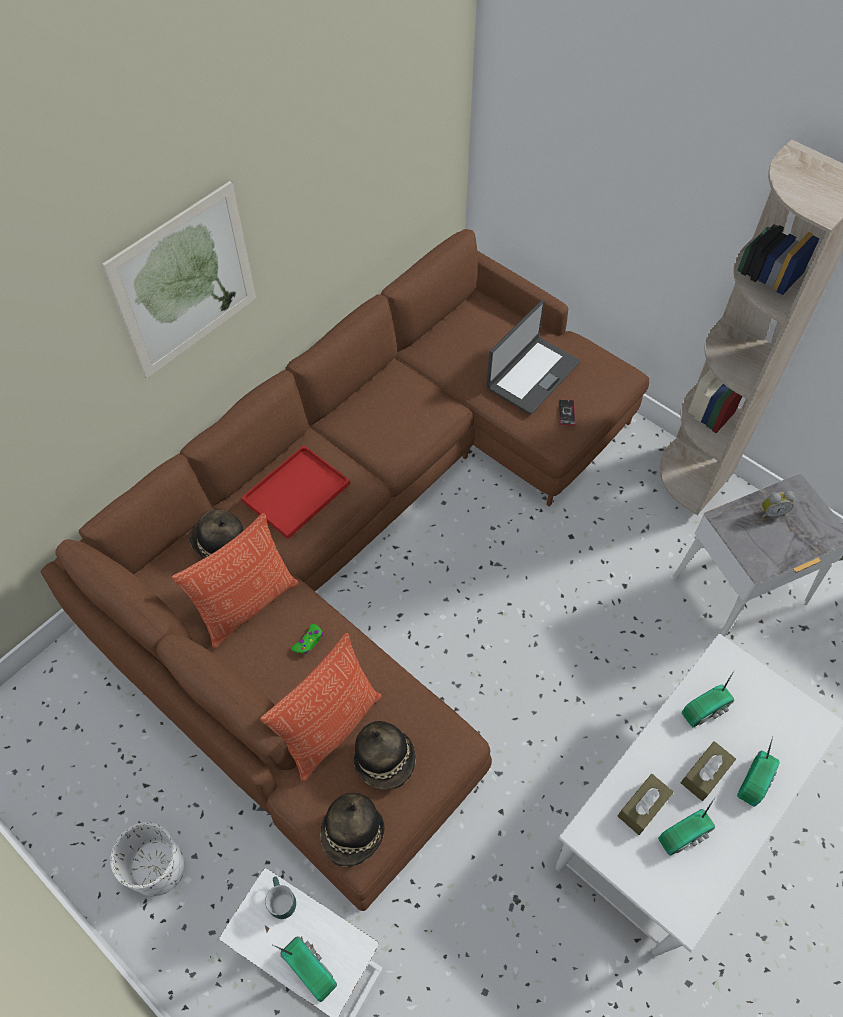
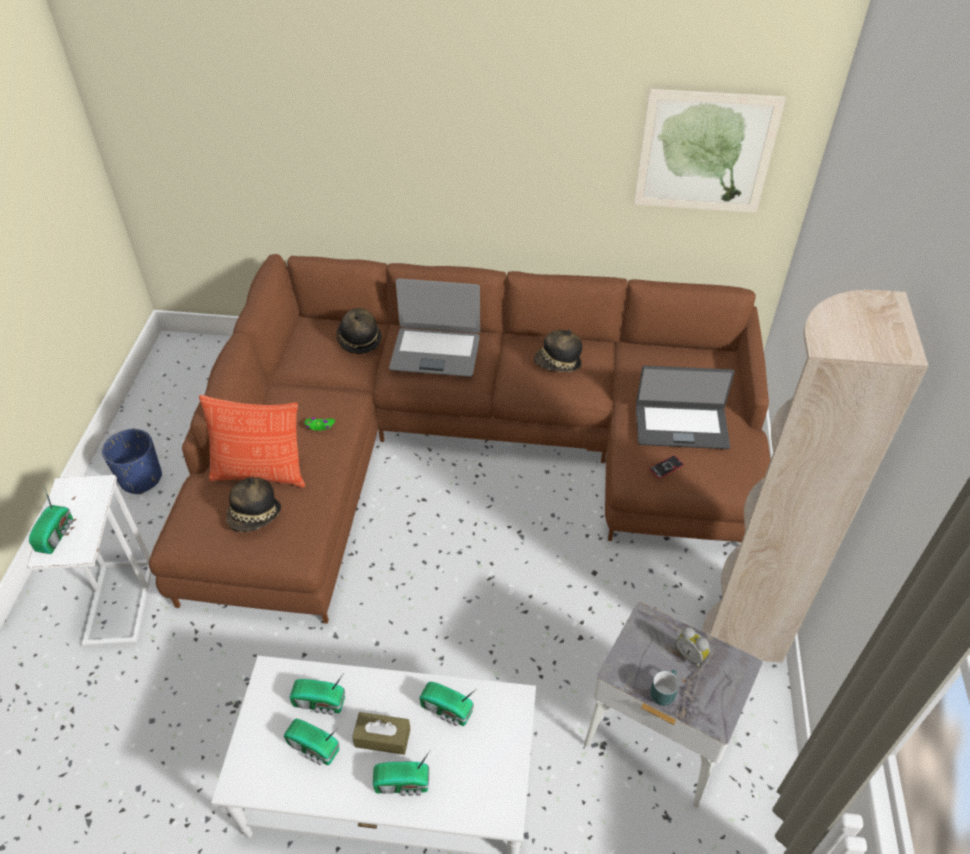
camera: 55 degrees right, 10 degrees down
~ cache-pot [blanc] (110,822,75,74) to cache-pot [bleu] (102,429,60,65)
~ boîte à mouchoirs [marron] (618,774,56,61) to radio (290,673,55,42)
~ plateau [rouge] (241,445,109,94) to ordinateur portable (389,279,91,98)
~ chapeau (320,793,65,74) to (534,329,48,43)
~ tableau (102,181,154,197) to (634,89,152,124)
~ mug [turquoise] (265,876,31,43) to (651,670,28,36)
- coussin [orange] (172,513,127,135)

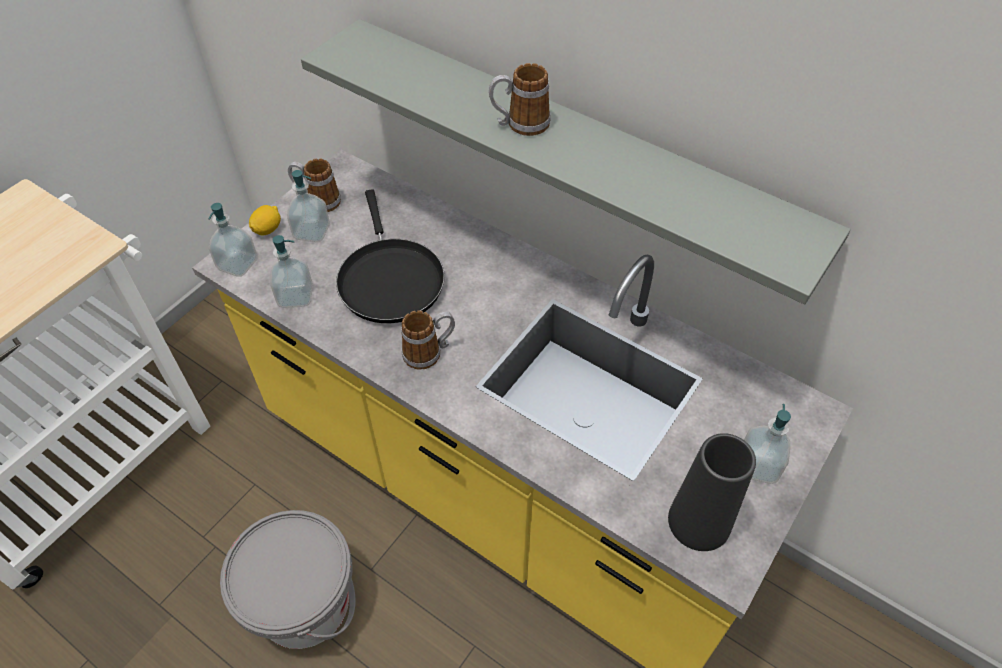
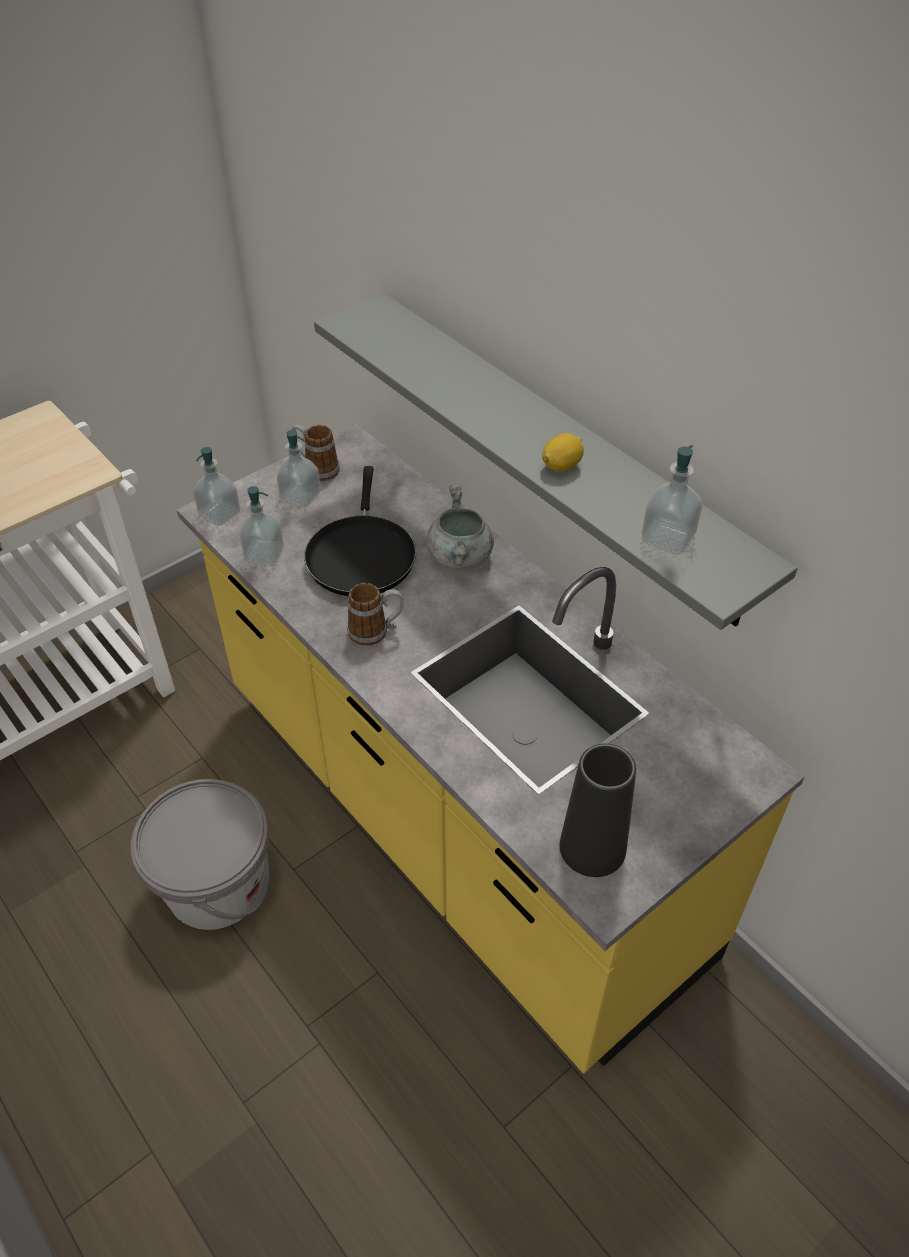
camera: 15 degrees right, 5 degrees down
+ marmite [gris] (427,485,67,84)
~ citron (249,205,32,30) to (542,433,42,39)
~ distributeur de savon (744,404,47,80) to (642,445,60,109)
- mug (489,63,62,73)

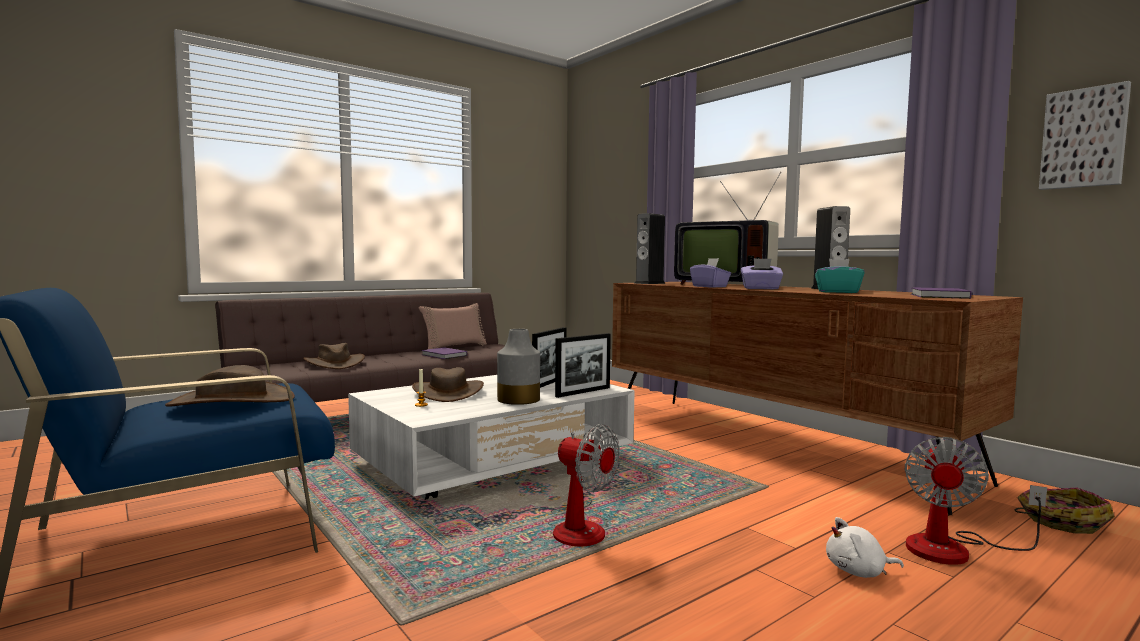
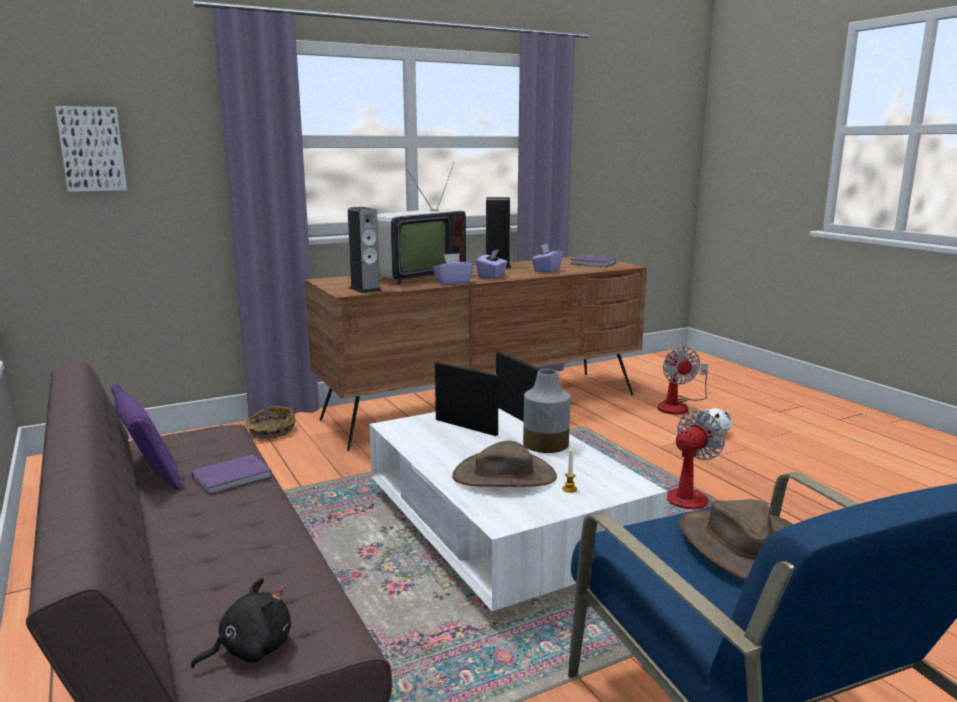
camera: 80 degrees left, 10 degrees up
~ tableau (1039,81,92,109) to (55,106,72,86)
~ coussin [beige] (419,303,68,46) to coussin [violet] (111,384,74,106)
+ peluche [noir] (191,578,100,91)
~ panier (1015,488,100,46) to (246,406,50,33)
~ boîte à mouchoirs [turquoise] (815,259,50,34) to boîte à mouchoirs [violet] (532,243,31,30)
~ ventilateur (904,437,143,128) = (657,347,51,68) 45 degrees clockwise
- chapeau [marron] (303,343,62,26)

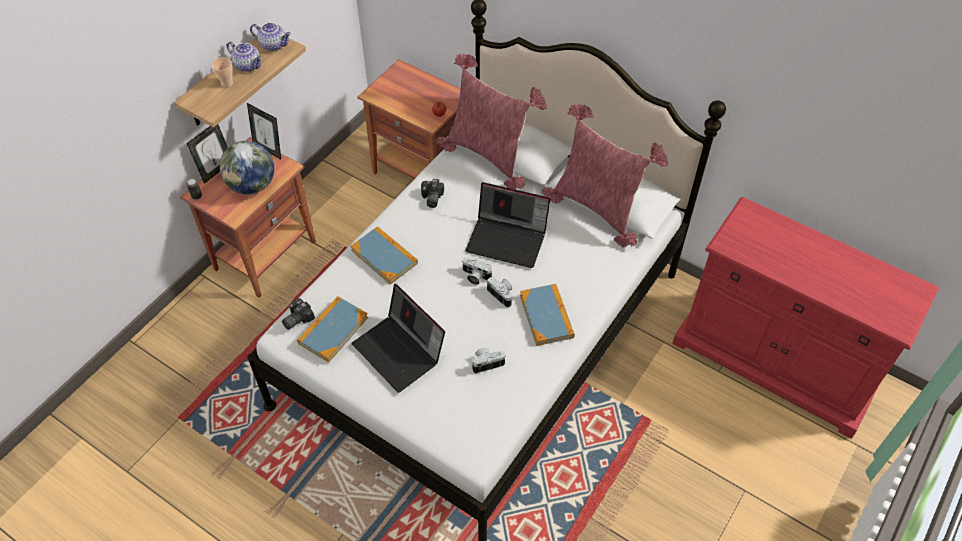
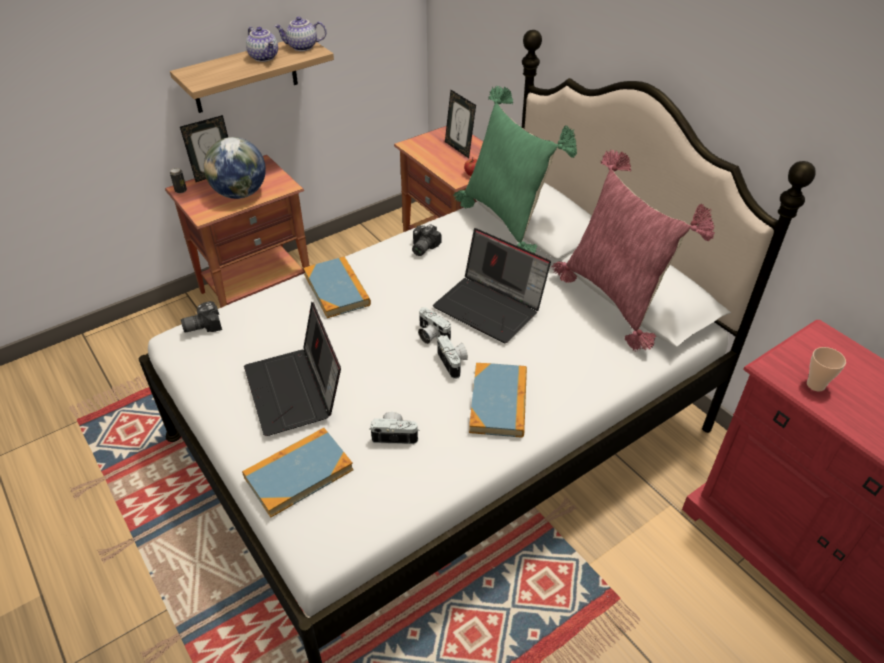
camera: 20 degrees right, 10 degrees down
~ livre (297,296,71,66) to (242,428,112,89)
~ théière (250,22,41,29) = (274,16,53,35) 135 degrees clockwise
~ cadre photo (247,103,34,56) to (445,90,31,68)
~ coussin [rouge] (436,53,111,136) to coussin [vert] (453,86,124,168)
~ tasse (212,57,21,30) to (807,347,39,45)

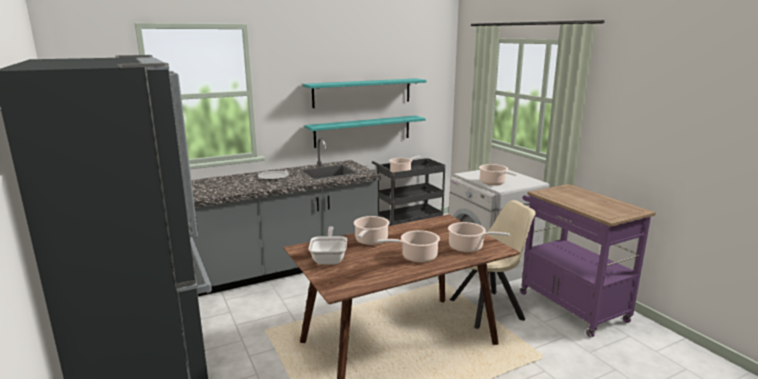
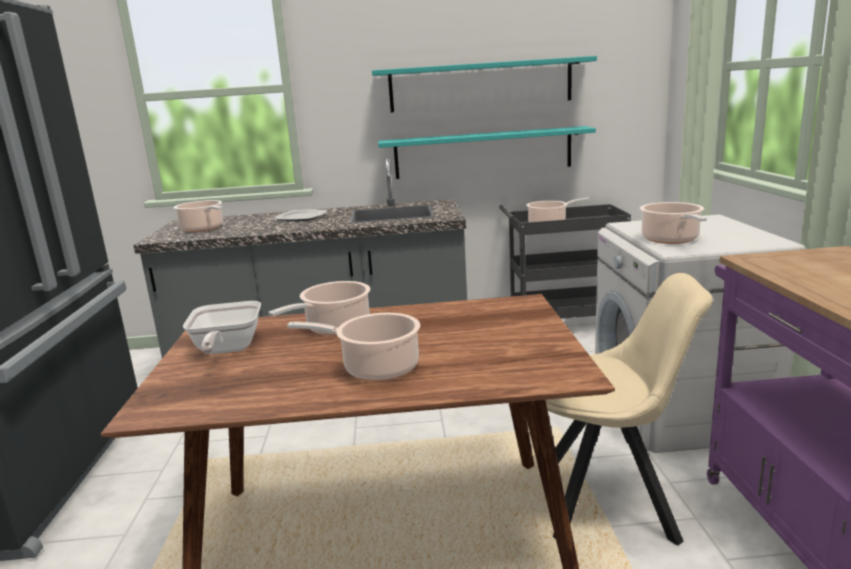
camera: 25 degrees right, 0 degrees up
~ marmite (448,222,62,31) to (173,200,50,32)
~ poêle (309,227,38,38) = (183,301,78,53) 150 degrees clockwise

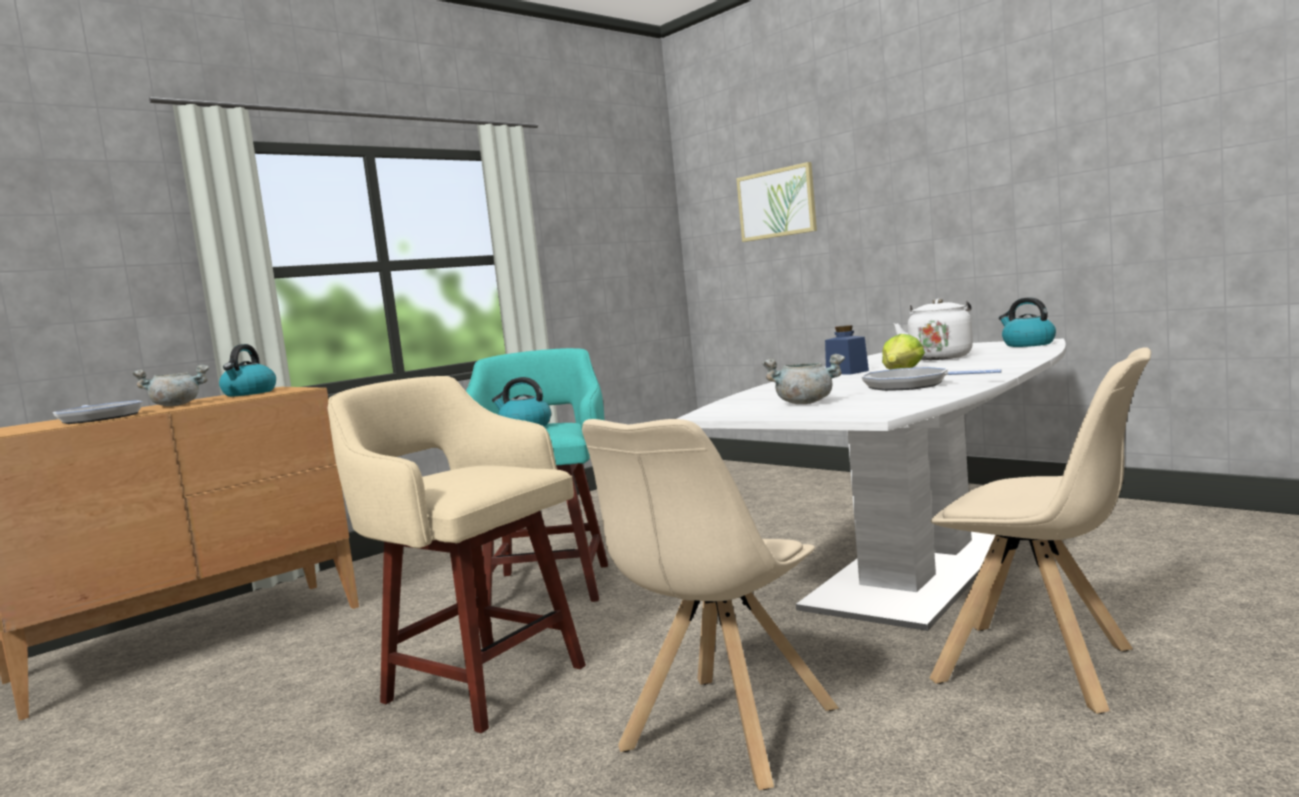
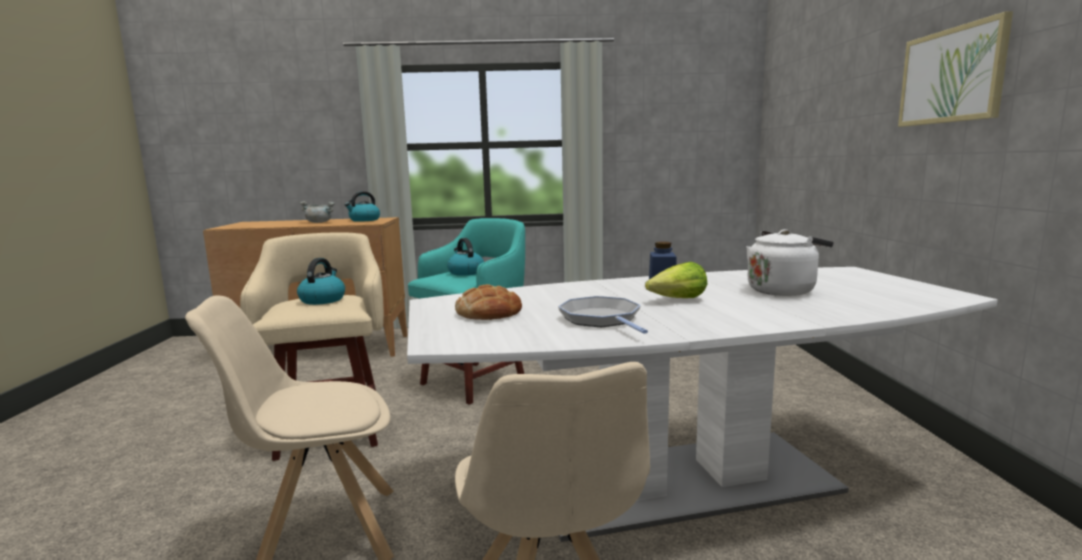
camera: 40 degrees right, 5 degrees up
~ bouilloire (999,297,57,50) to (297,258,48,47)
~ marmite [gris] (762,354,83,50) to pain (455,284,67,36)
~ tableau (736,162,81,80) to (898,11,115,116)
- poêle (53,400,90,24)

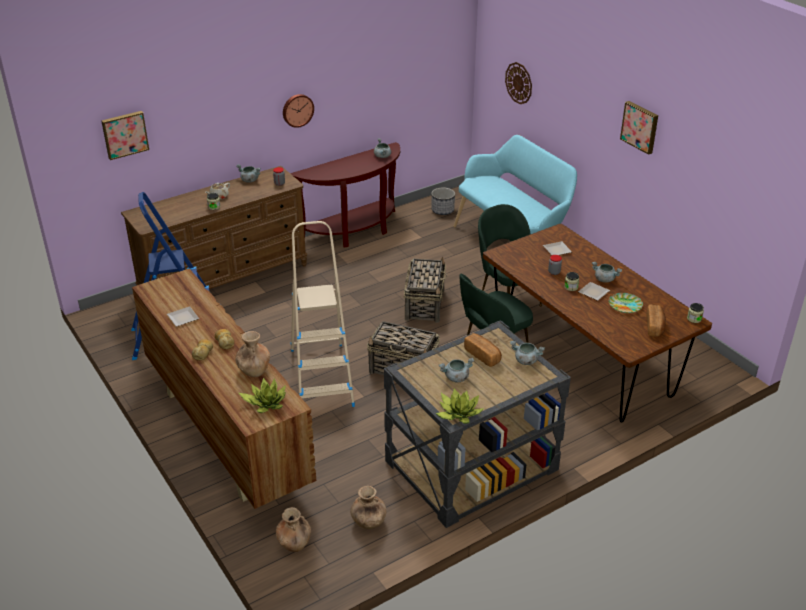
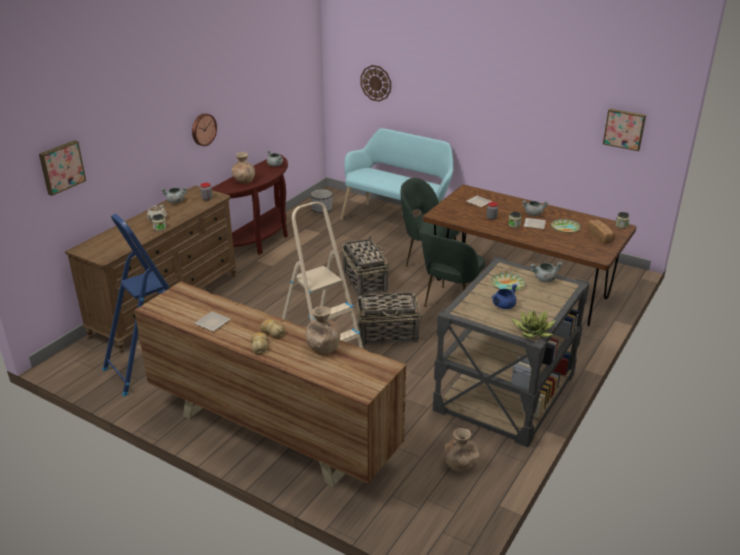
camera: 25 degrees left, 5 degrees down
~ vase [marron] (276,507,35,45) to (232,152,23,32)
~ pain (464,333,38,34) to assiette (491,273,35,18)
~ marmite [gris] (439,358,35,24) to marmite [bleu] (491,284,26,25)
~ tableau (620,101,38,54) to (603,109,43,42)
- plante en pot (239,378,47,35)

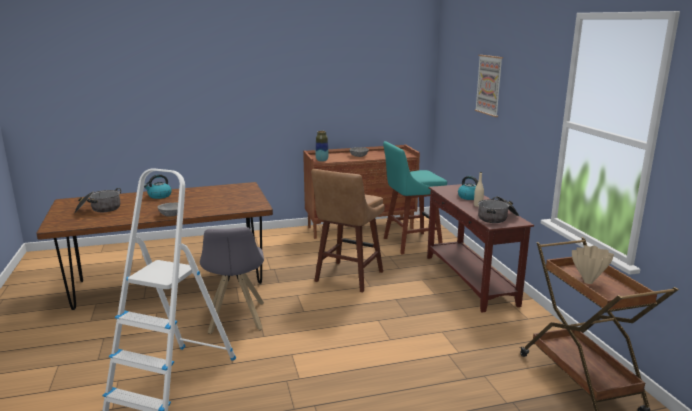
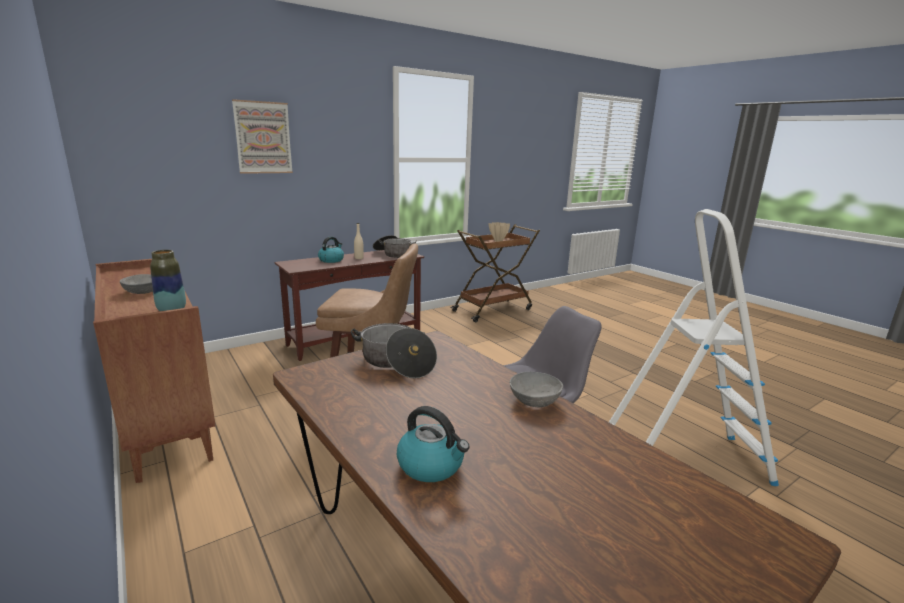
camera: 110 degrees left, 0 degrees up
~ marmite (75,188,46,25) to (351,323,86,55)
- tabouret [turquoise] (383,141,64,114)

